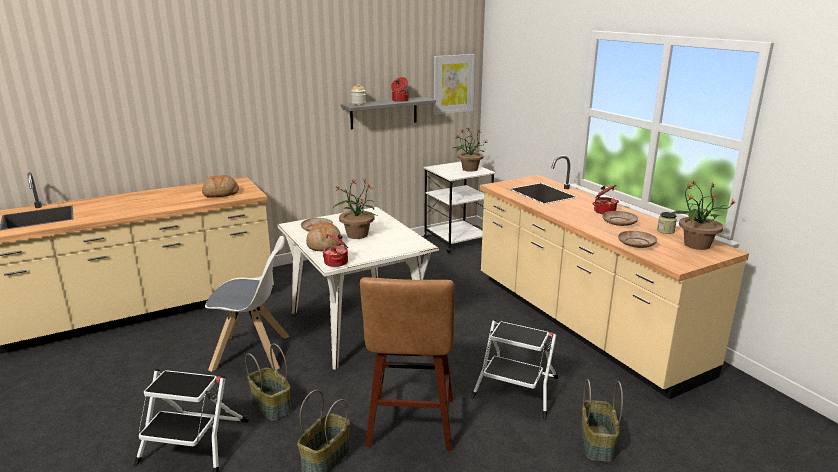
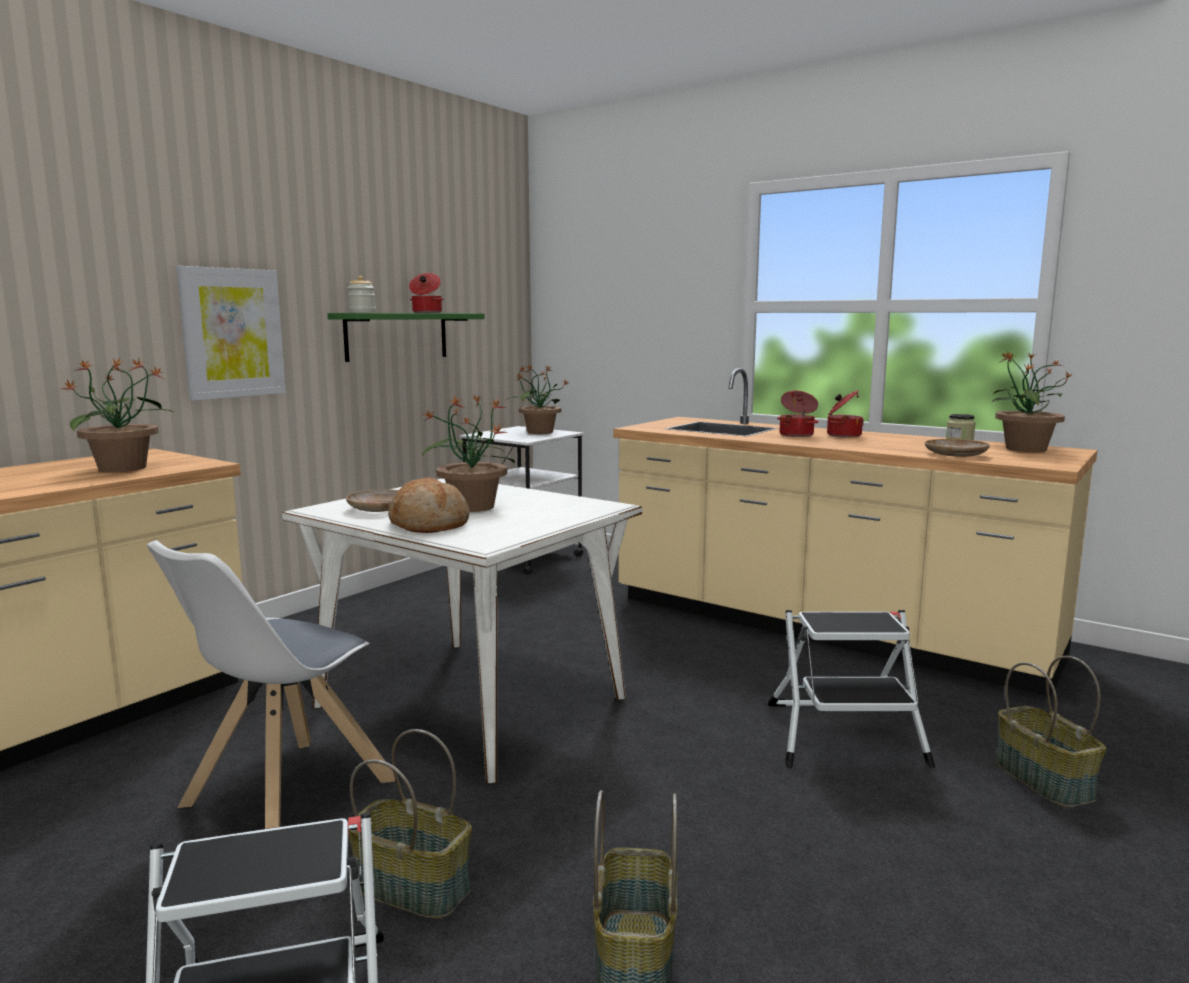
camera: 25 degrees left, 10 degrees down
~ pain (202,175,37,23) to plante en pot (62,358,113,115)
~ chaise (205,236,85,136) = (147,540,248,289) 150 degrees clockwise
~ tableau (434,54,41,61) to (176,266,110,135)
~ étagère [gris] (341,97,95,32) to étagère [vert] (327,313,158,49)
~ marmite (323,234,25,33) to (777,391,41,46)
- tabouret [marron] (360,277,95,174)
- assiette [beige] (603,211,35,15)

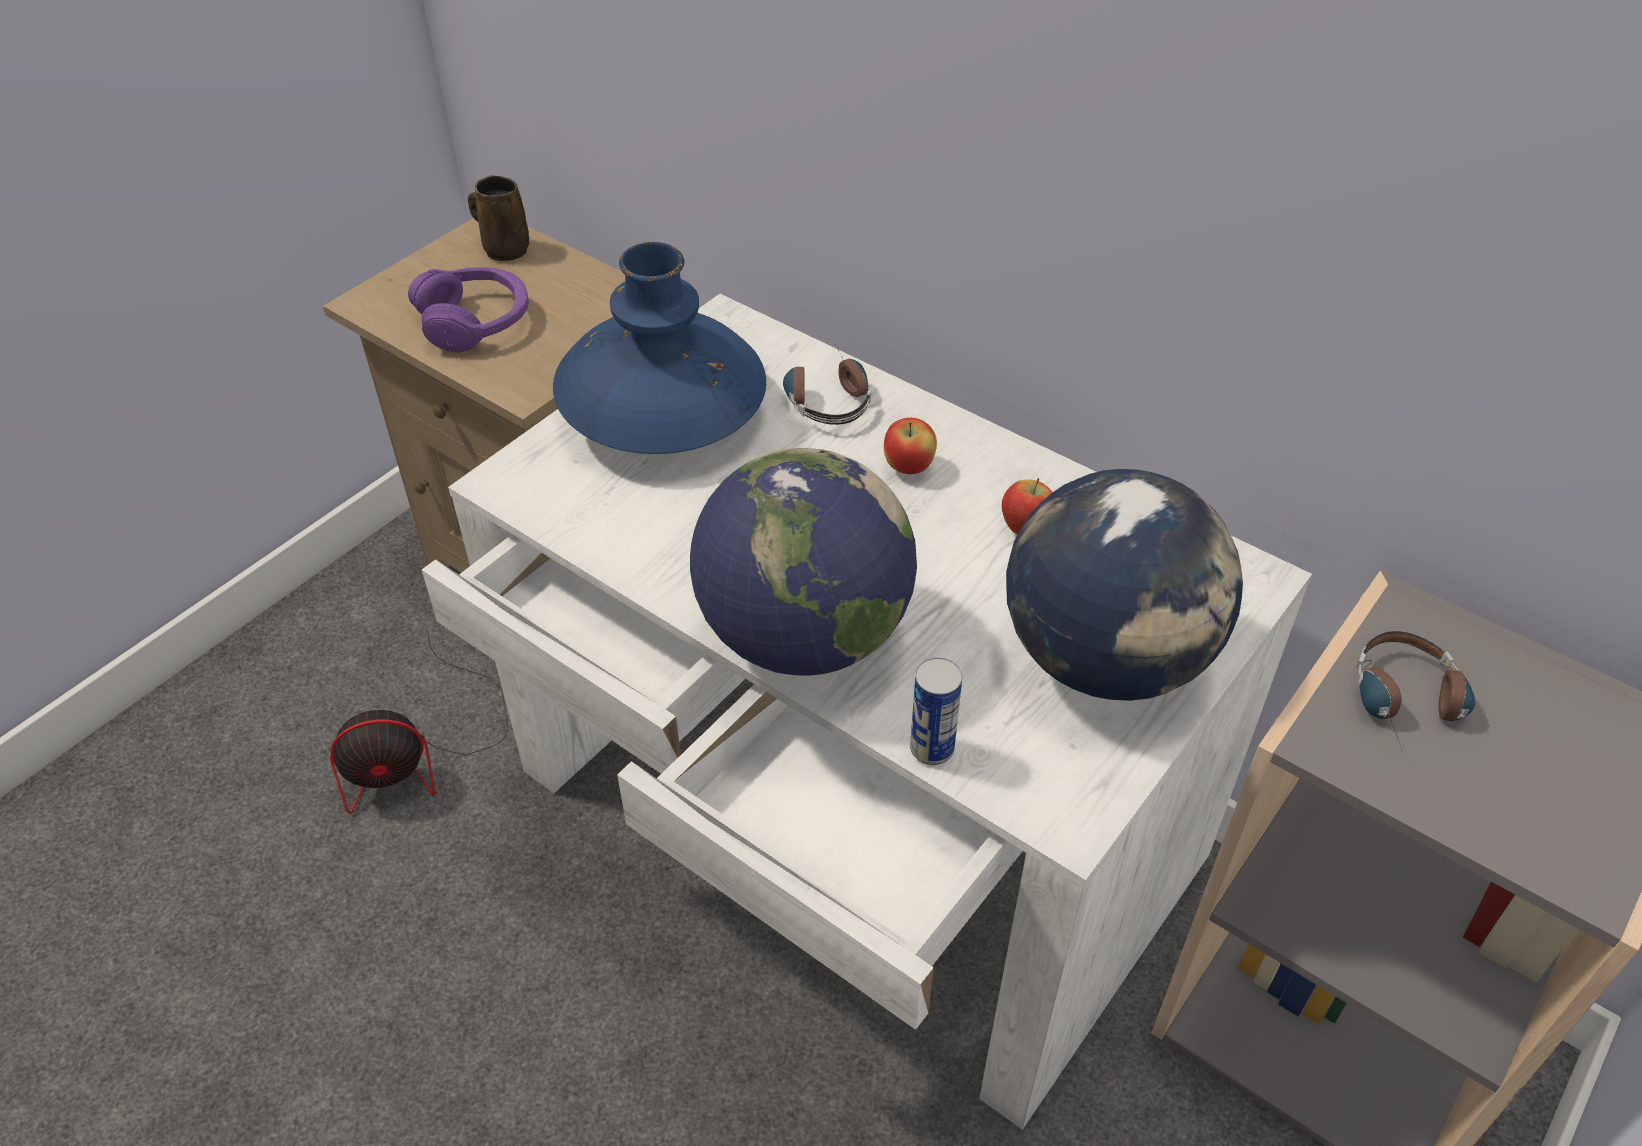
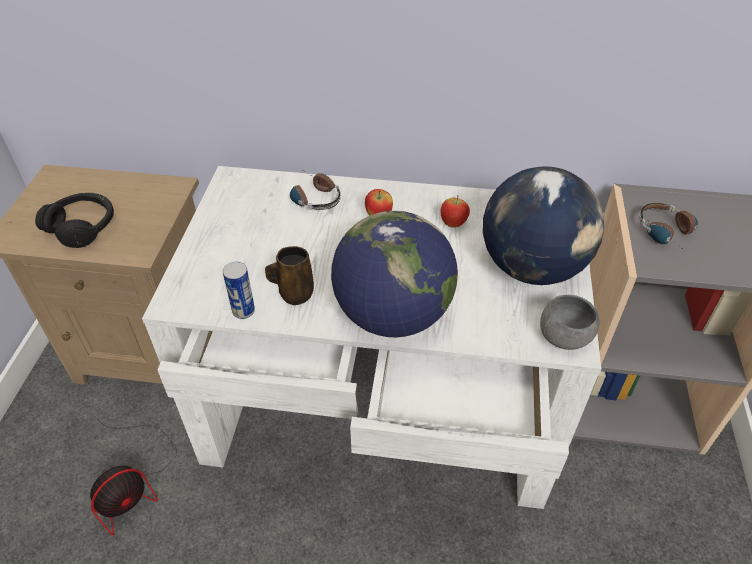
camera: 30 degrees left, 0 degrees up
~ casque audio [violet] (408,267,121,85) to casque audio [noir] (35,193,79,55)
~ boîte métallique (910,658,52,107) to (223,262,32,57)
~ mug [marron] (468,176,61,85) to (265,246,49,59)
+ bol [gris] (540,295,60,55)
- vase [bleu] (553,242,213,212)

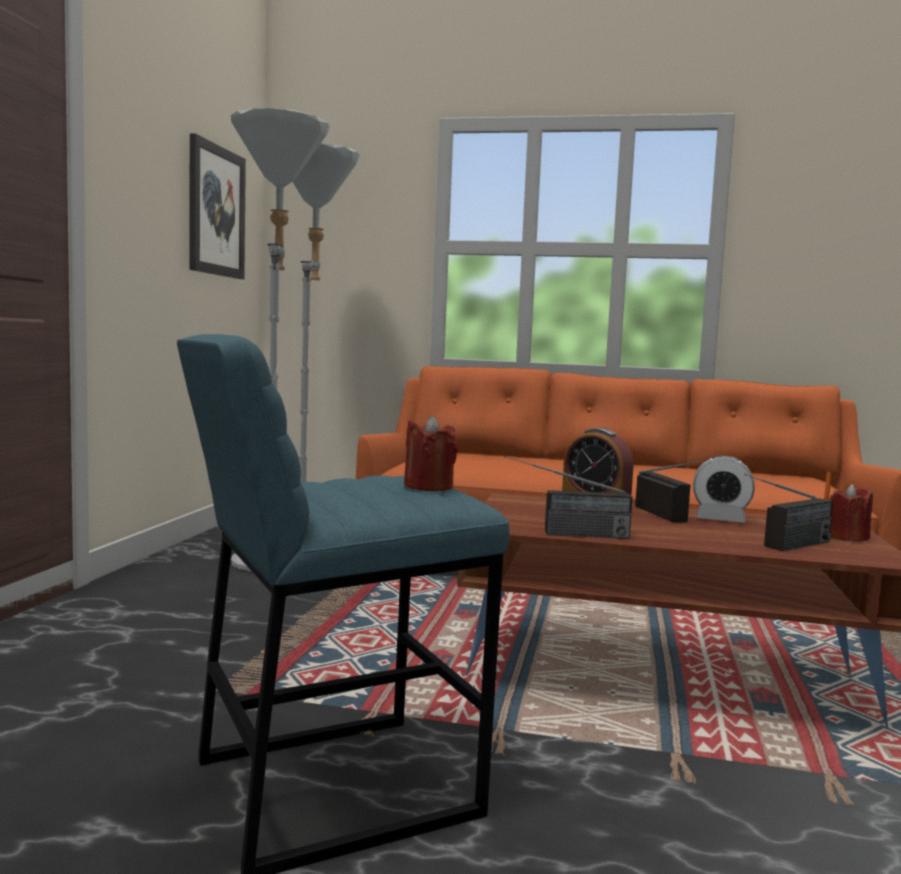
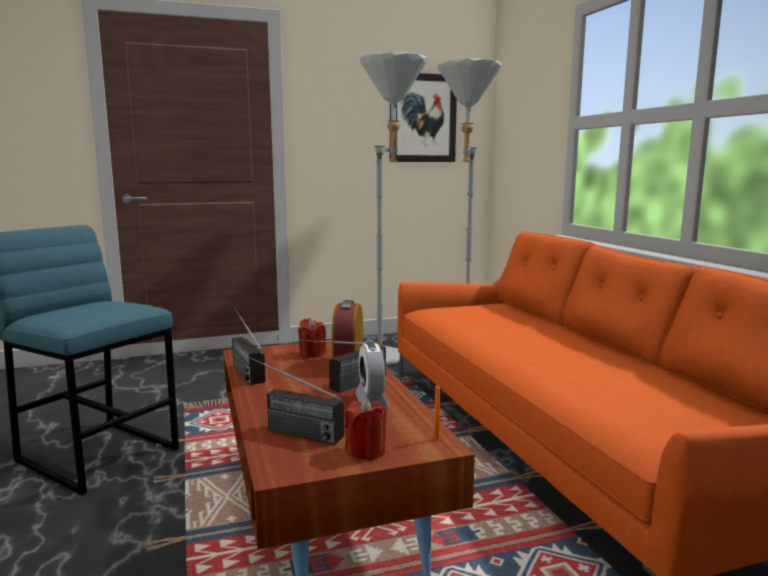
camera: 60 degrees right, 5 degrees up
~ bougie [rouge] (404,415,54,76) to (298,318,28,40)

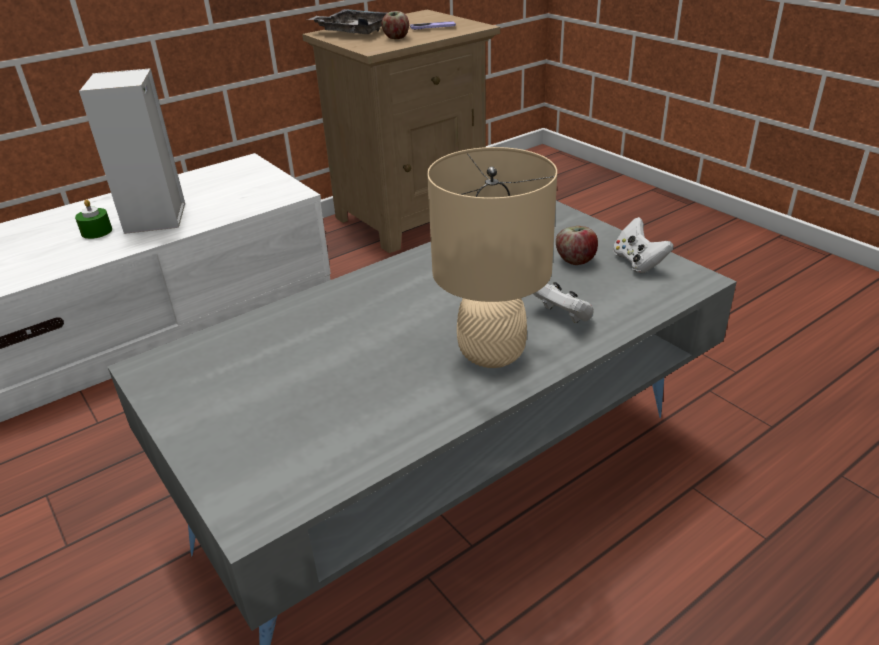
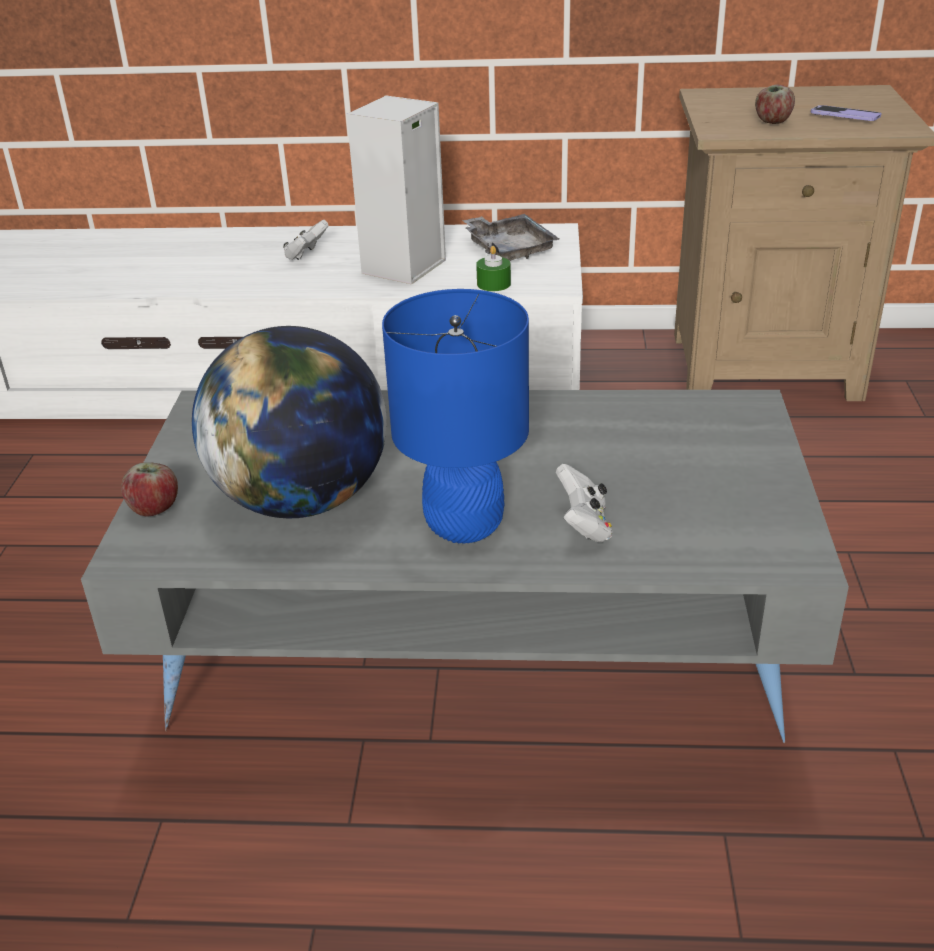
camera: 40 degrees right, 0 degrees up
~ pomme (556,226,42,39) to (121,462,57,54)
+ globe (192,326,195,192)
~ manette [blanc] (613,217,60,56) to (283,220,46,40)
~ lampe de table [beige] (427,147,130,221) to lampe de table [bleu] (382,289,147,254)
~ plateau [gris] (308,9,79,25) to (462,214,97,47)
~ bougie [vert] (75,199,37,40) to (476,246,35,45)

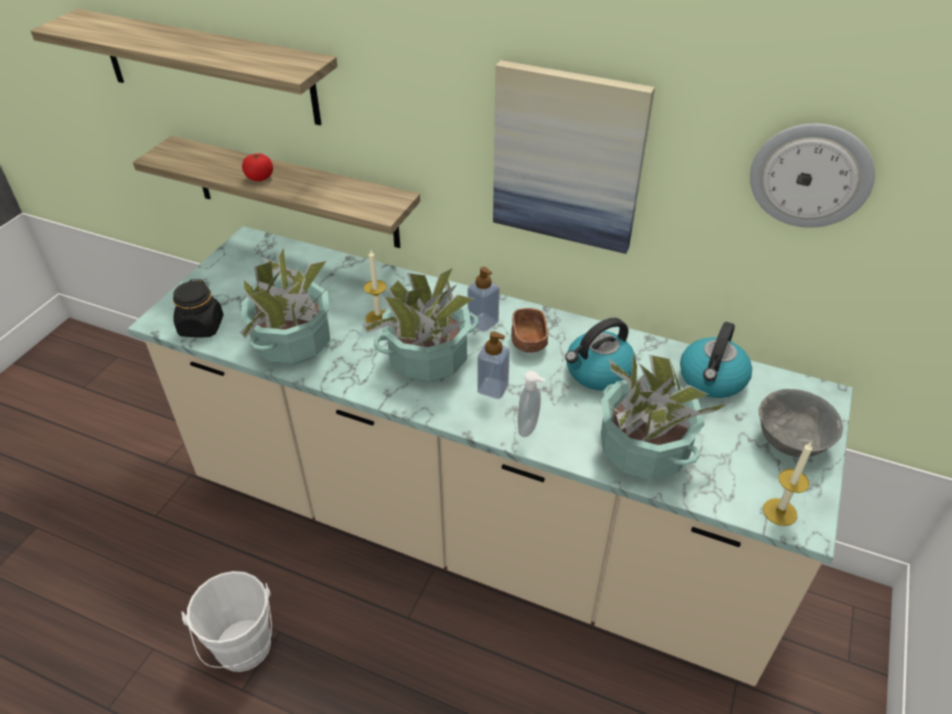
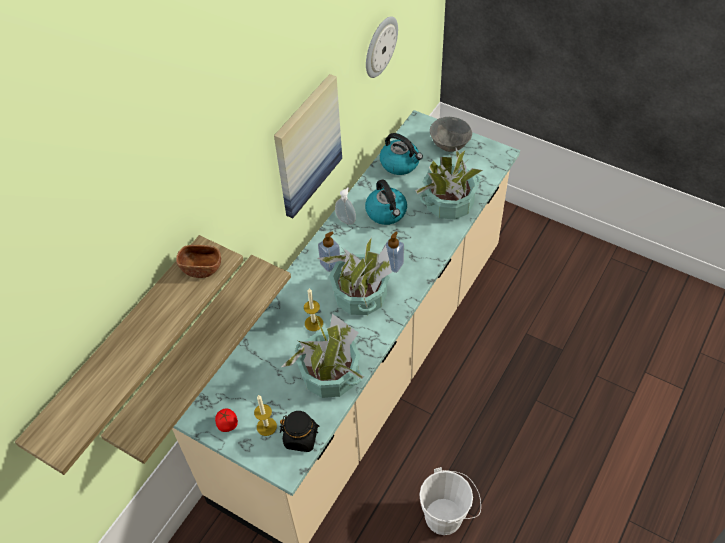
camera: 80 degrees left, 10 degrees up
~ bol [marron] (511,308,37,45) to (176,245,45,33)
~ tomate (242,153,31,28) to (215,408,23,24)
~ bougie (763,441,50,85) to (254,395,23,41)
~ distributeur de savon (517,371,28,66) to (335,187,21,38)

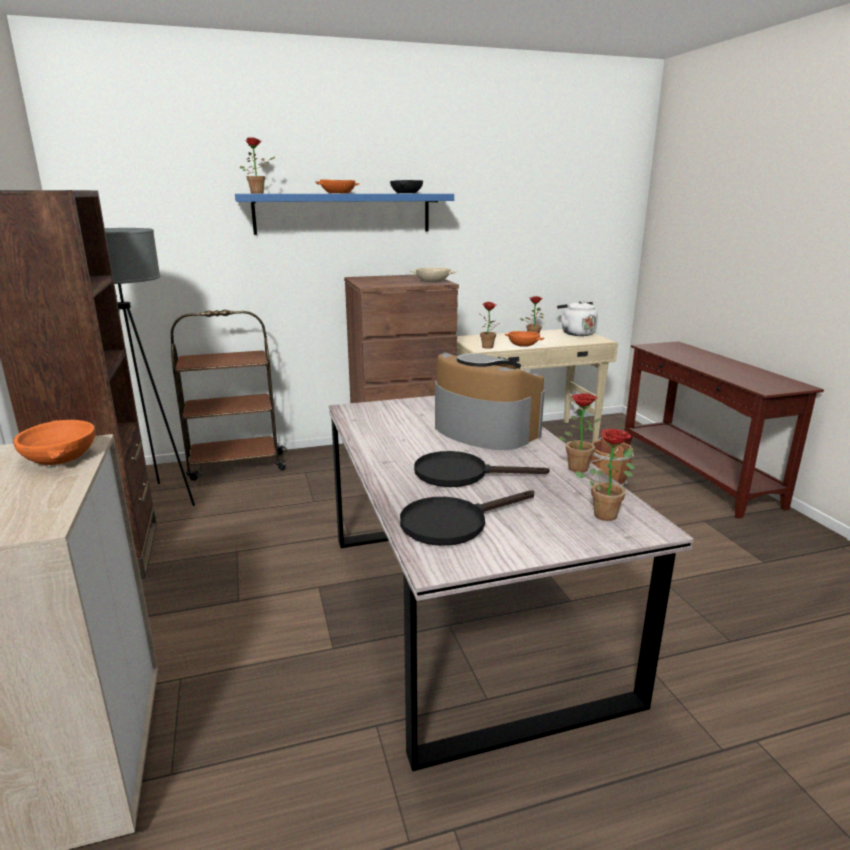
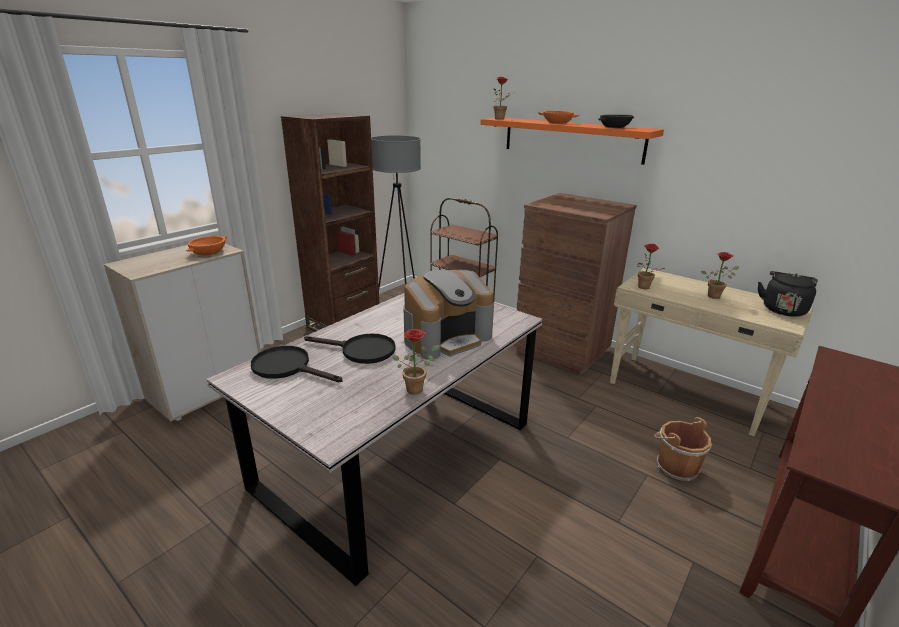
camera: 55 degrees right, 5 degrees up
~ poêle [noir] (414,451,136,36) = (304,333,92,31) 135 degrees clockwise
~ machine à café (435,352,109,98) = (403,270,91,90) 45 degrees clockwise
~ étagère [bleu] (235,194,219,41) to étagère [orange] (480,118,184,47)
~ bouilloire [blanc] (557,301,41,35) to bouilloire [noir] (758,271,60,46)
- bol [beige] (410,267,47,15)
- bol [orange] (505,331,39,16)
- plante en pot (574,429,61,92)

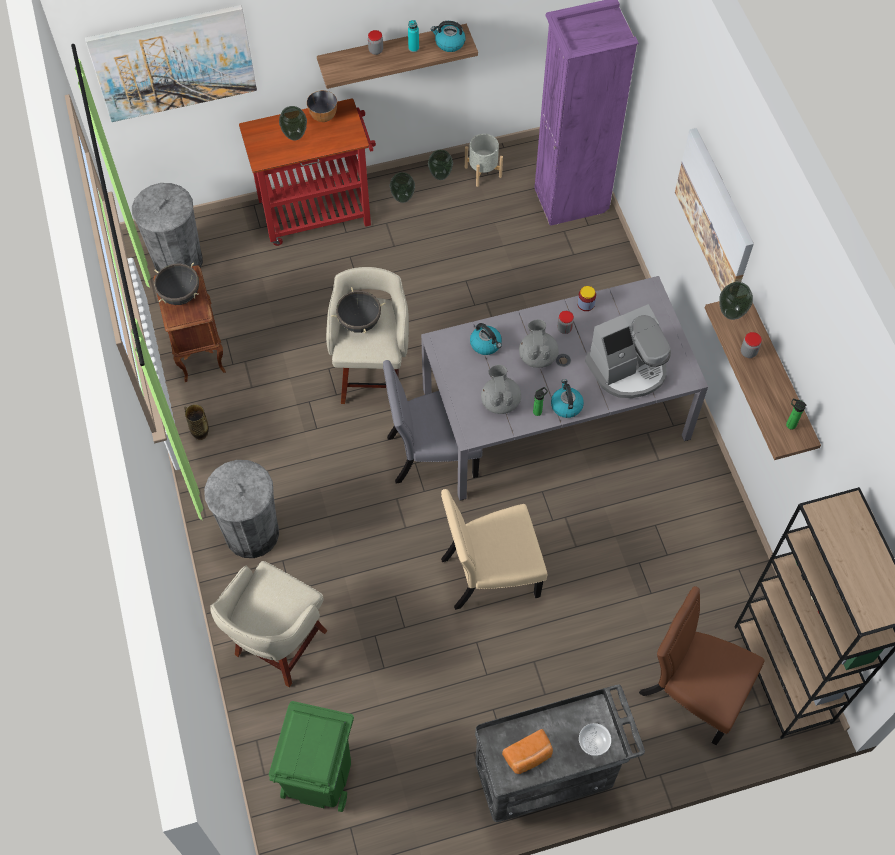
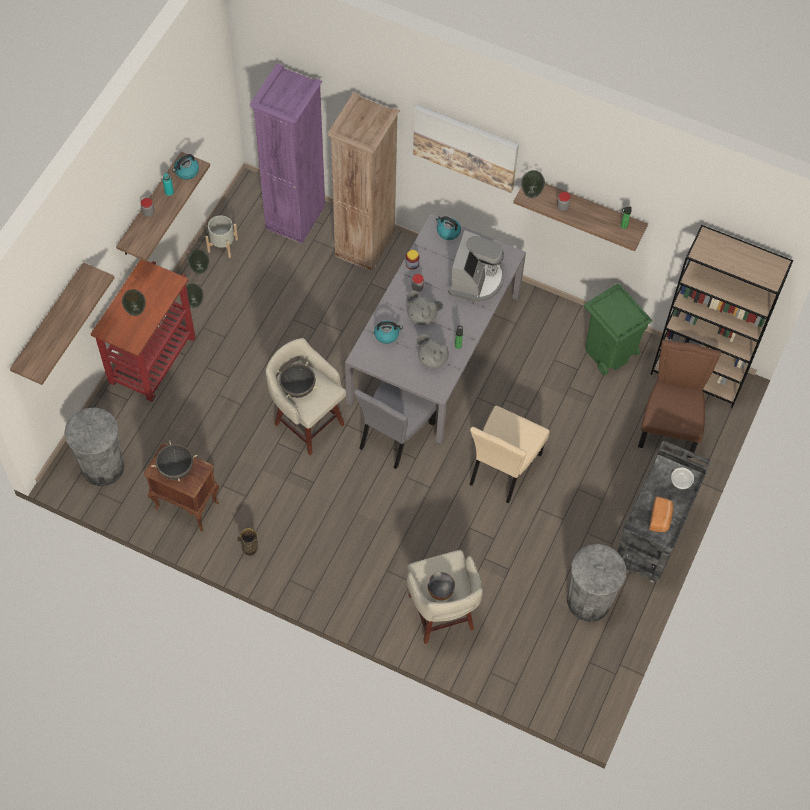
camera: 50 degrees left, 0 degrees up
~ tableau (85,5,172,117) to étagère (10,262,105,123)
+ meuble de rangement [marron] (327,92,73,179)
~ bol (307,90,30,32) to (427,572,28,29)
~ bouilloire (551,379,33,39) to (436,216,25,24)
~ poubelle [gris] (204,460,75,98) to (567,544,59,78)
~ poubelle [vert] (269,701,85,111) to (584,284,68,91)
~ chaise [marron] (639,586,126,159) = (638,340,83,118) 120 degrees clockwise

